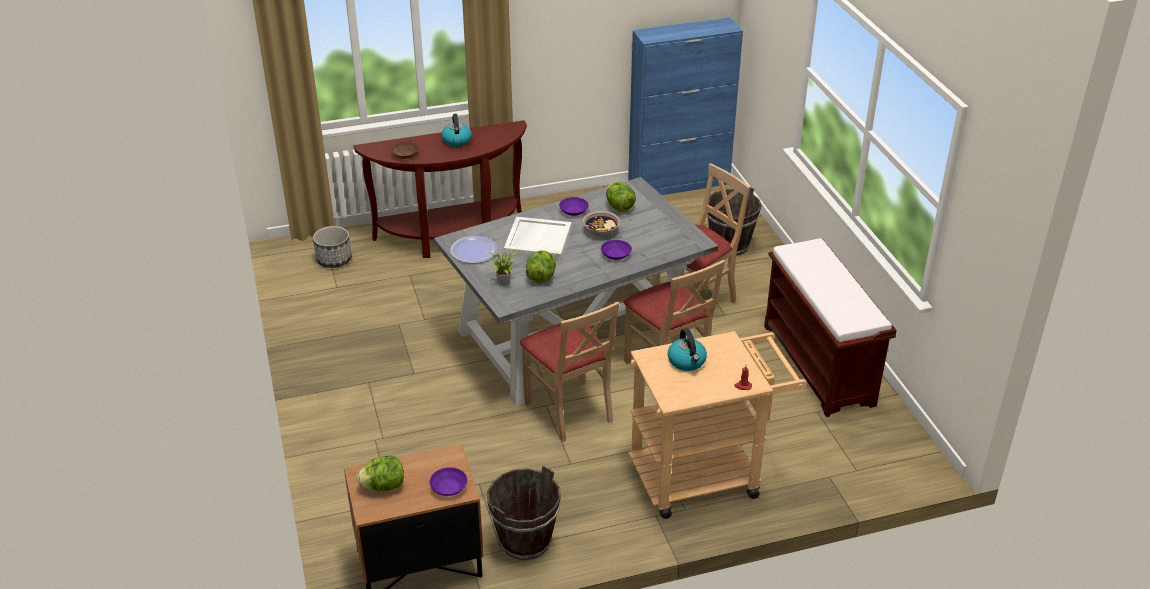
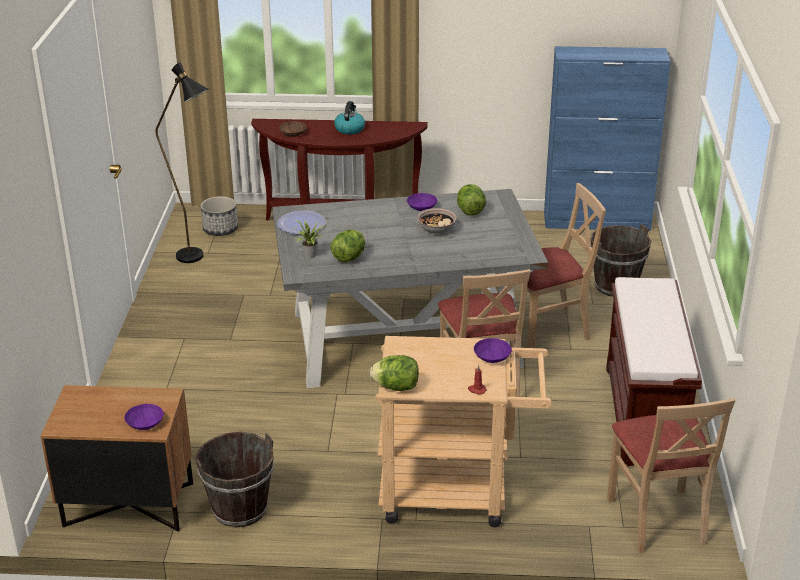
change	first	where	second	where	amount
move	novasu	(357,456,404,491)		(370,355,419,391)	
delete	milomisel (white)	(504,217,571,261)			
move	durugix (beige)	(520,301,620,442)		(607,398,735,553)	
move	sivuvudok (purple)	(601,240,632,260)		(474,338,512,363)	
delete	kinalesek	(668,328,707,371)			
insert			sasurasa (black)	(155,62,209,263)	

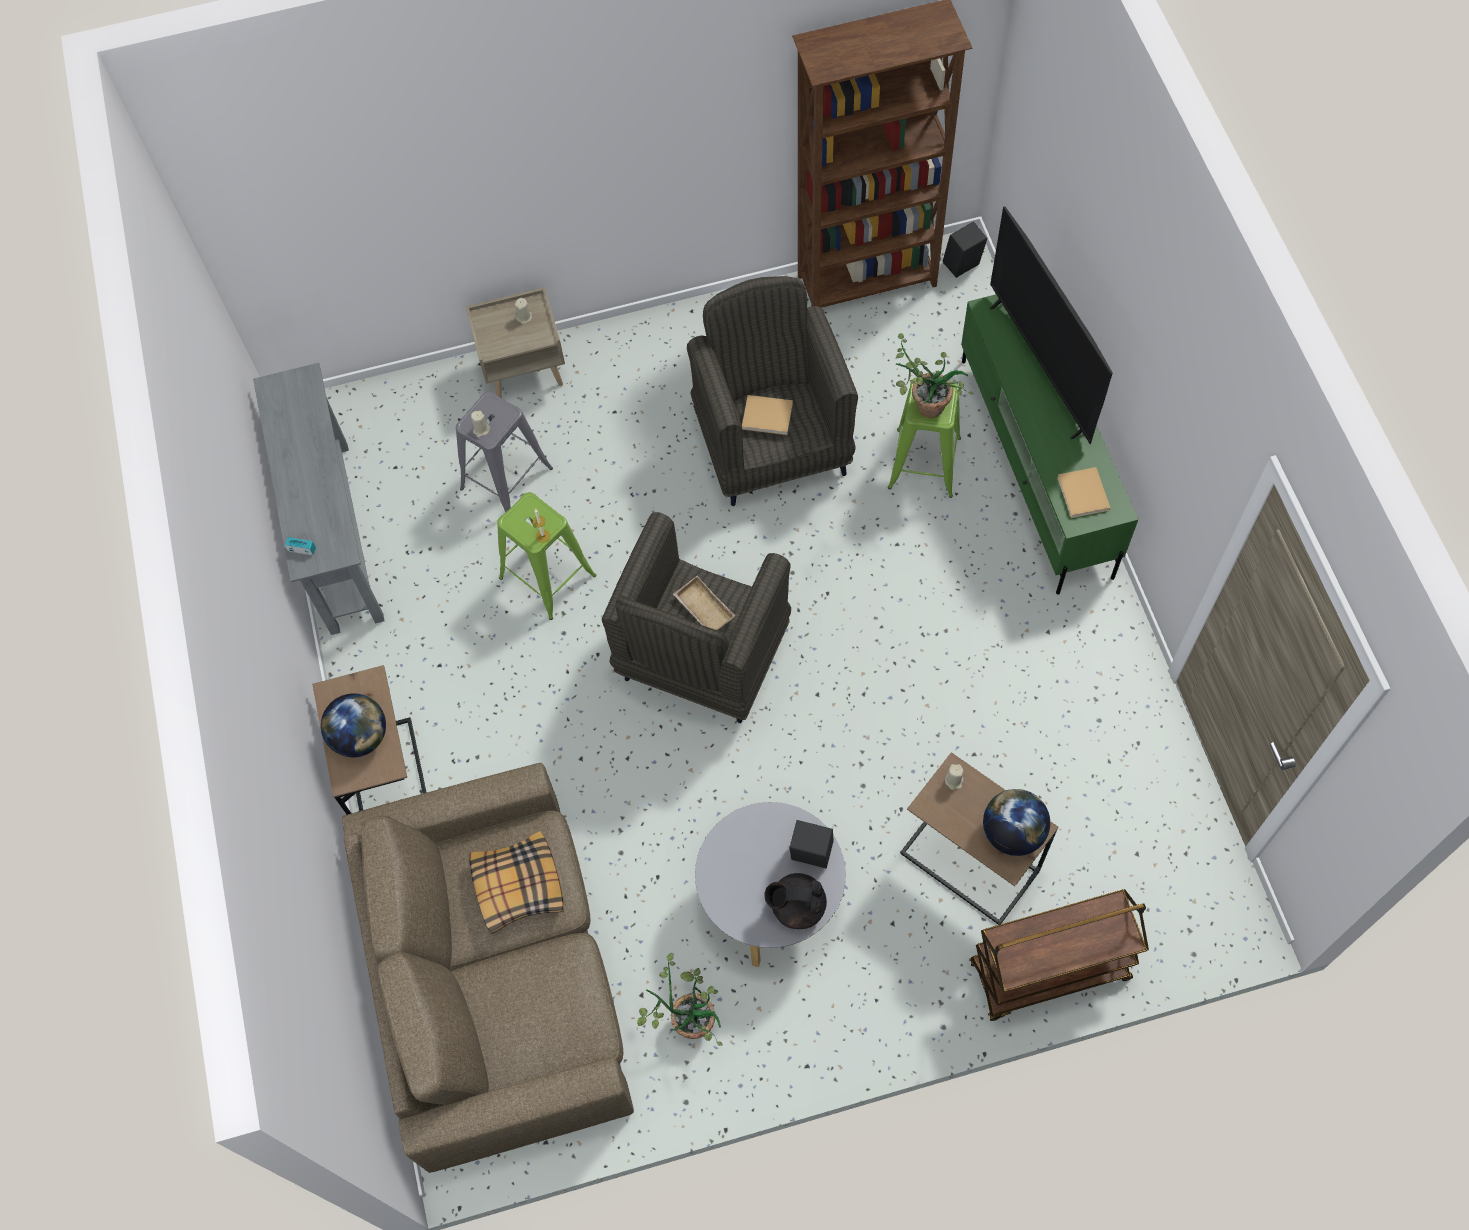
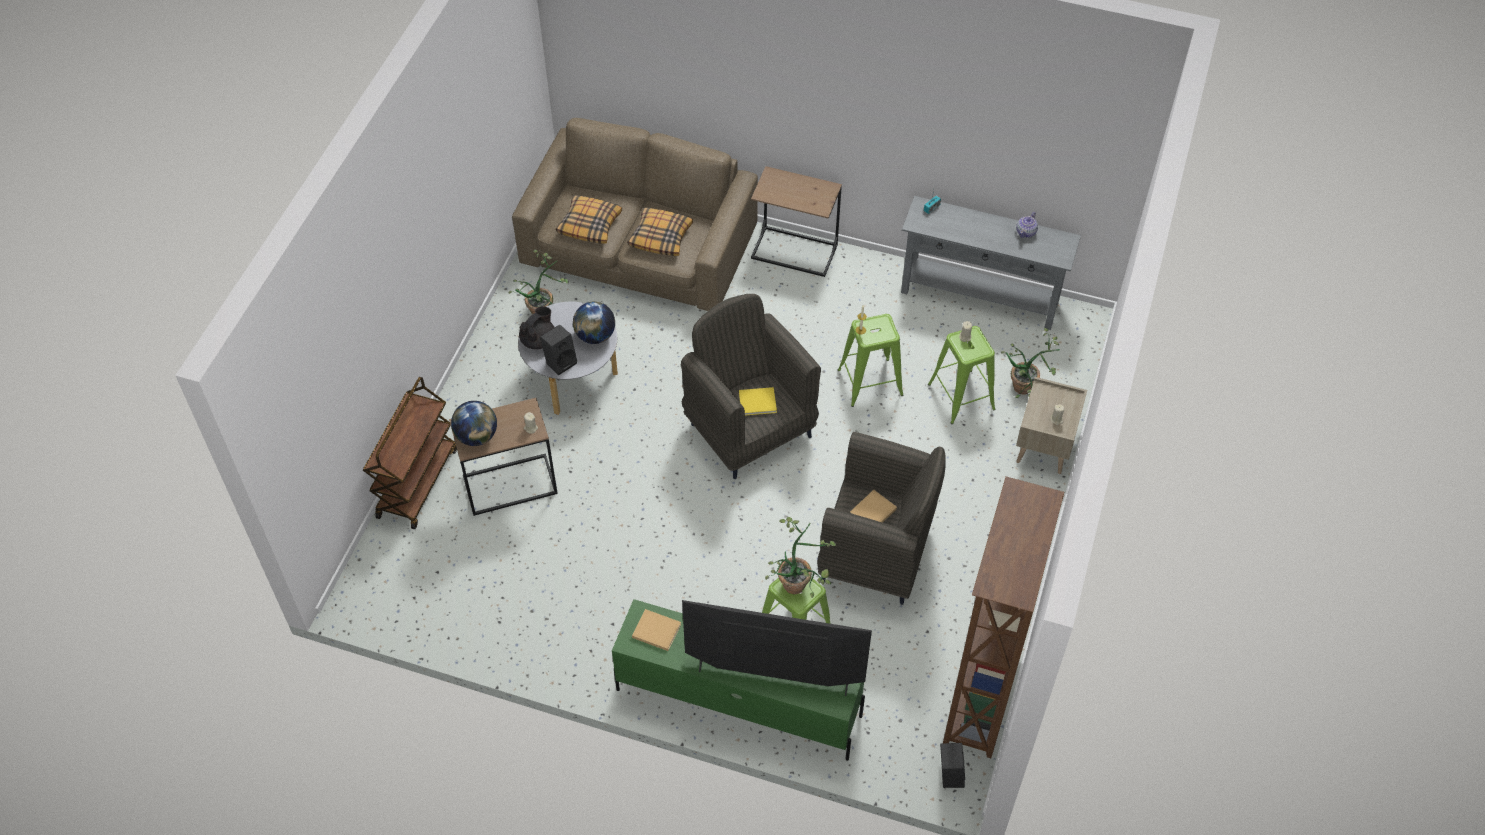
change	first	where	second	where	amount
move	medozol	(321,693,386,757)		(573,301,615,344)	
recolor	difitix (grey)	(456,392,553,512)	difitix (green)	(928,326,995,424)	
replace	milomisel (beige)	(673,576,735,630)	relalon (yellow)	(739,387,777,416)	
insert			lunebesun	(556,195,622,244)	
insert			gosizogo	(1001,328,1060,398)	
insert			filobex	(1016,212,1038,238)	

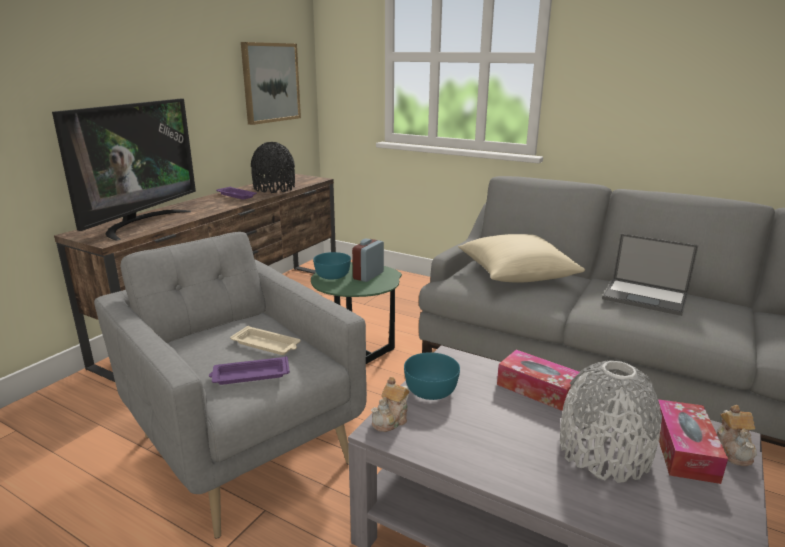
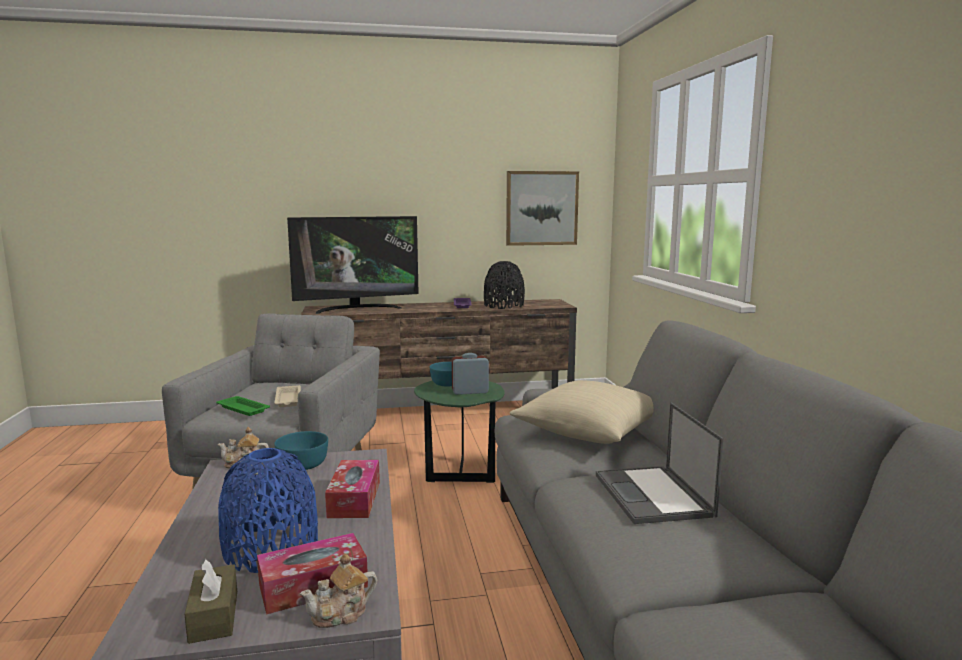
change	first	where	second	where	amount
recolor	milomisel (purple)	(209,356,290,385)	milomisel (green)	(216,396,270,416)	
recolor	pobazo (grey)	(560,360,662,483)	pobazo (blue)	(218,448,318,573)	
insert			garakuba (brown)	(184,558,237,644)	

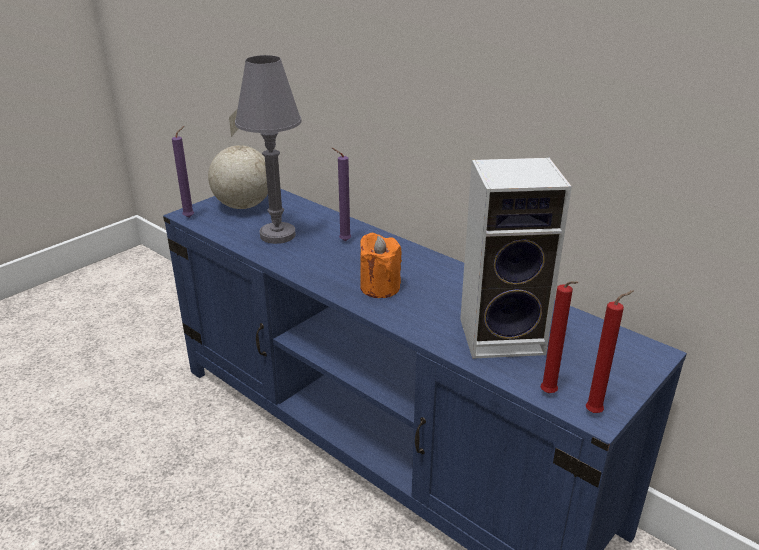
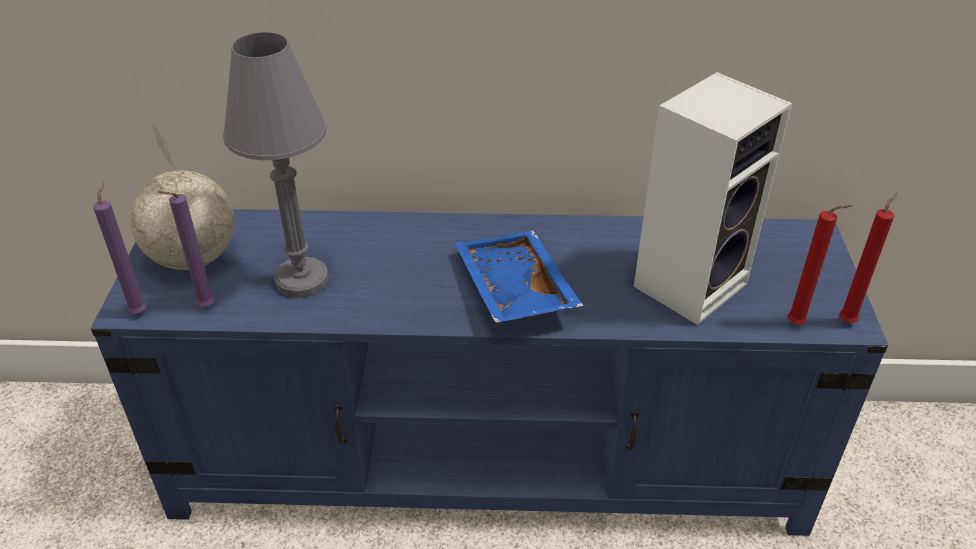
change	first	where	second	where	amount
move	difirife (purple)	(332,148,351,241)		(158,191,215,307)	
replace	difirife (orange)	(360,233,402,298)	milomisel (blue)	(455,231,583,323)	

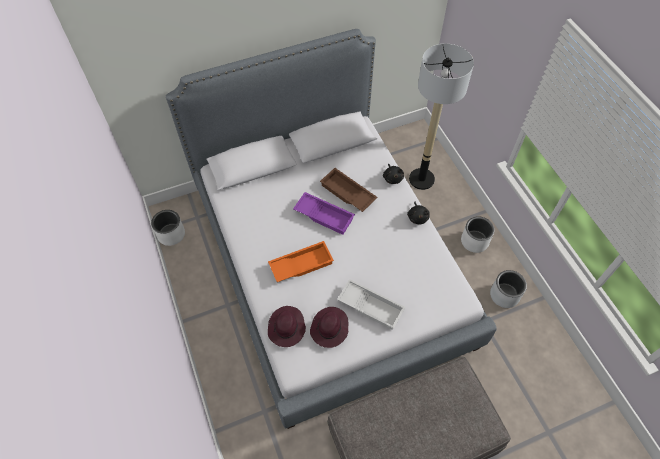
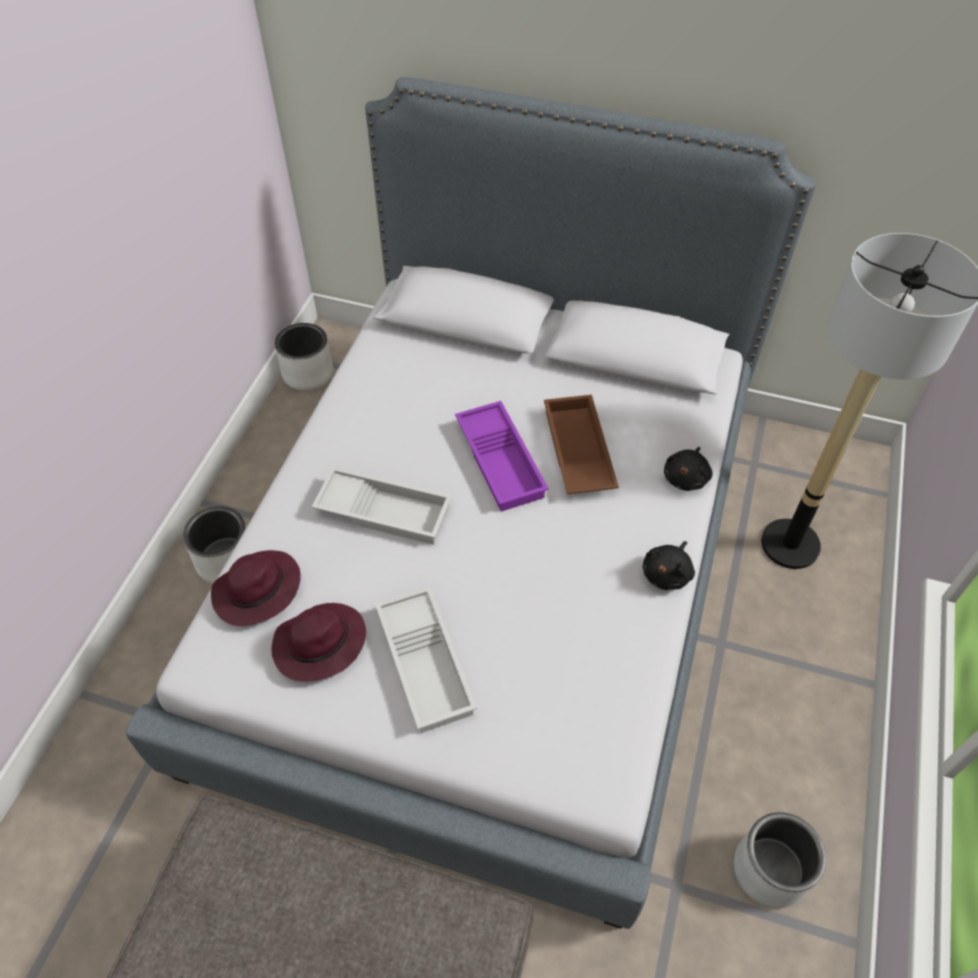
change	first	where	second	where	amount
recolor	milomisel (orange)	(268,241,334,282)	milomisel (white)	(312,467,452,545)	
move	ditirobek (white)	(461,216,495,253)		(183,506,246,584)	

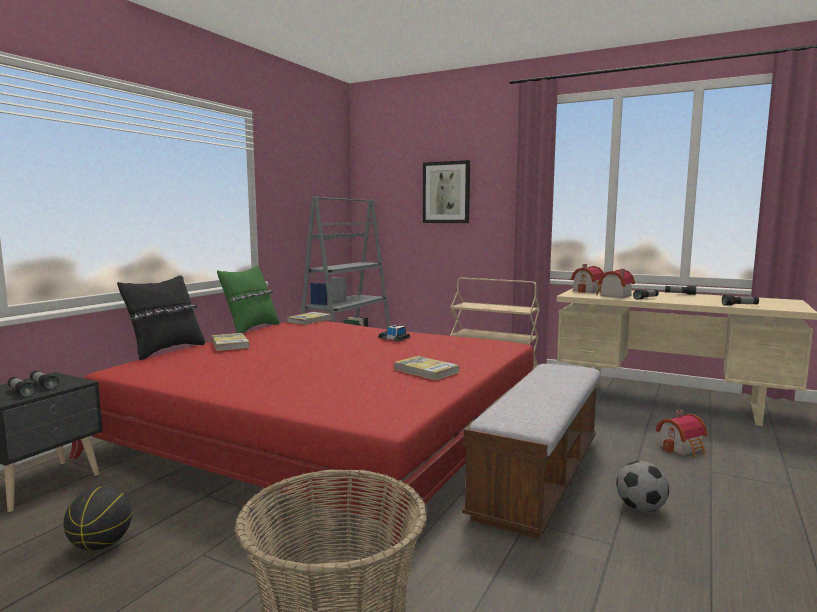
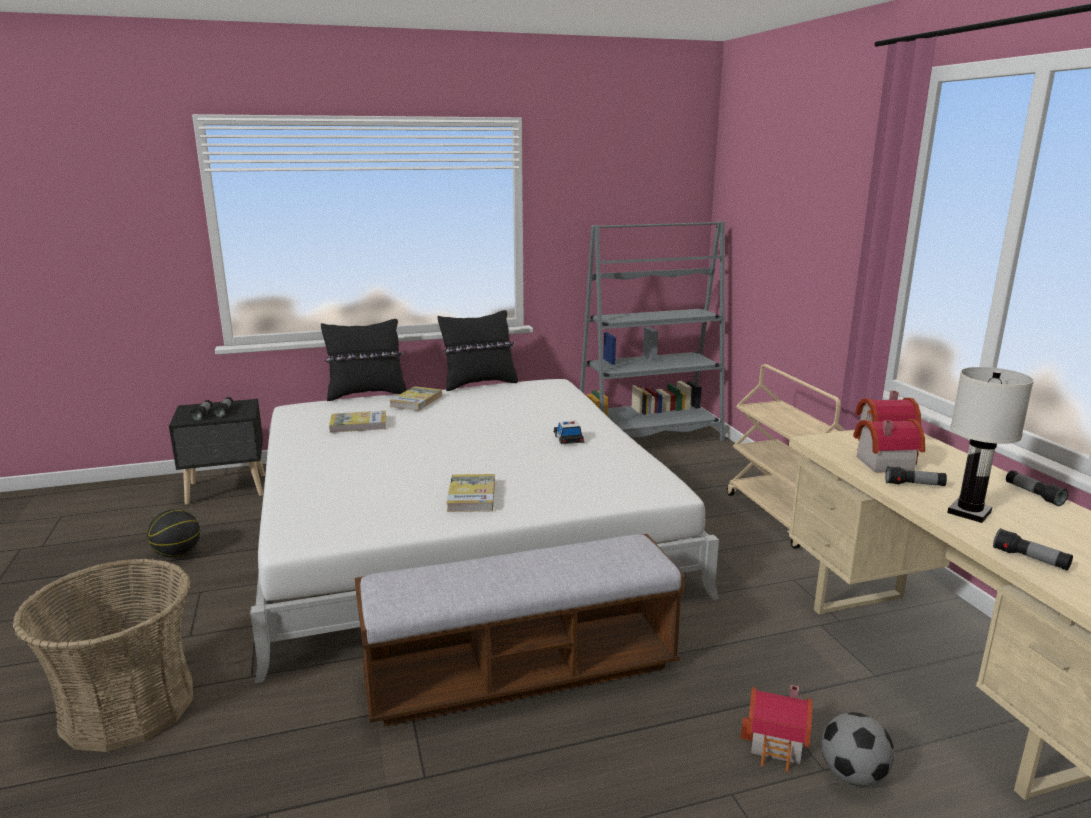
change	first	where	second	where	amount
recolor	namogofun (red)	(69,321,534,558)	namogofun (white)	(250,379,719,683)	
recolor	lunebesun (green)	(217,266,279,333)	lunebesun (black)	(438,310,518,391)	
move	relalon	(287,312,331,325)		(329,411,386,433)	
delete	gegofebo	(423,160,470,223)			
move	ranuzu	(616,461,669,512)		(821,712,894,786)	
insert			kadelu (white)	(947,367,1034,523)	

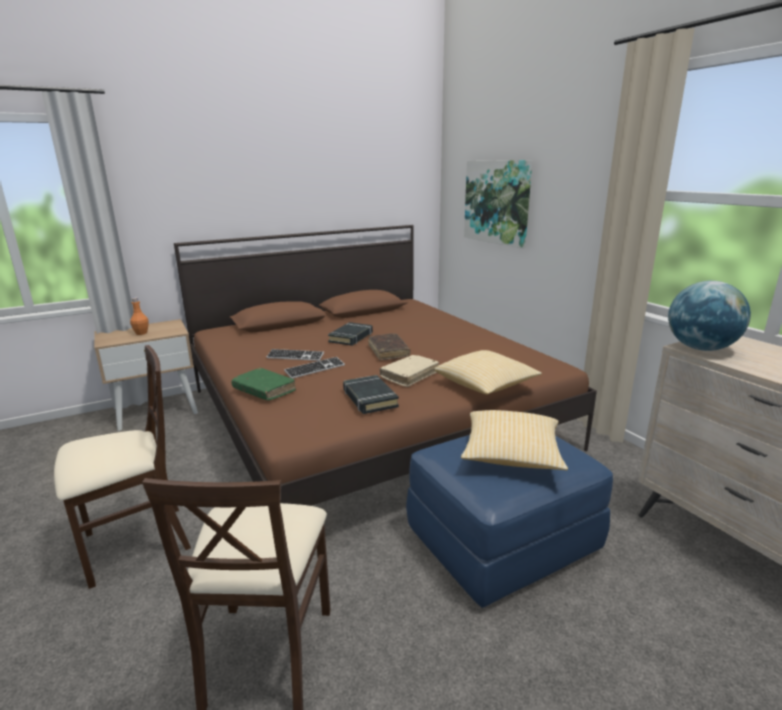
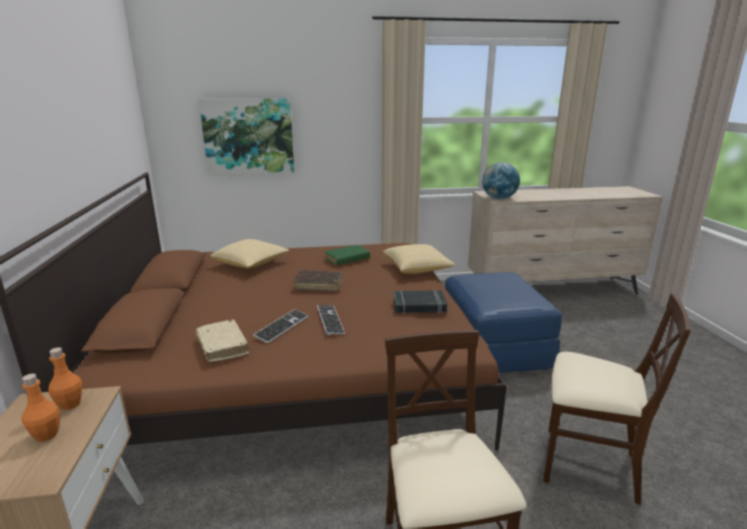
change	first	where	second	where	amount
move	relalon (green)	(231,368,296,401)		(324,245,370,265)	
delete	relalon (black)	(328,322,373,346)			
move	relalon (beige)	(380,355,439,387)		(196,319,249,362)	
move	lunebesun	(461,410,568,470)		(210,239,289,268)	
insert			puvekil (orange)	(48,347,82,410)	

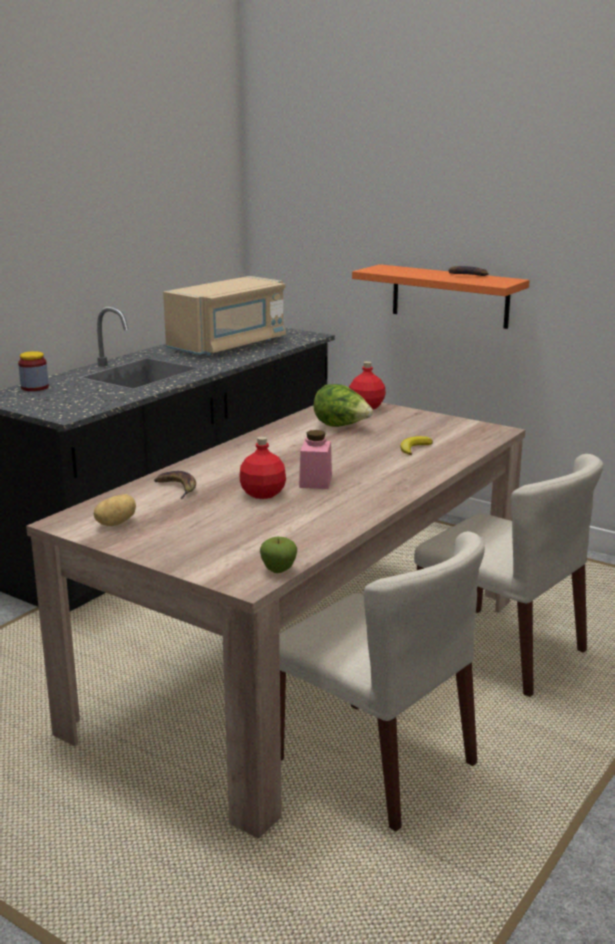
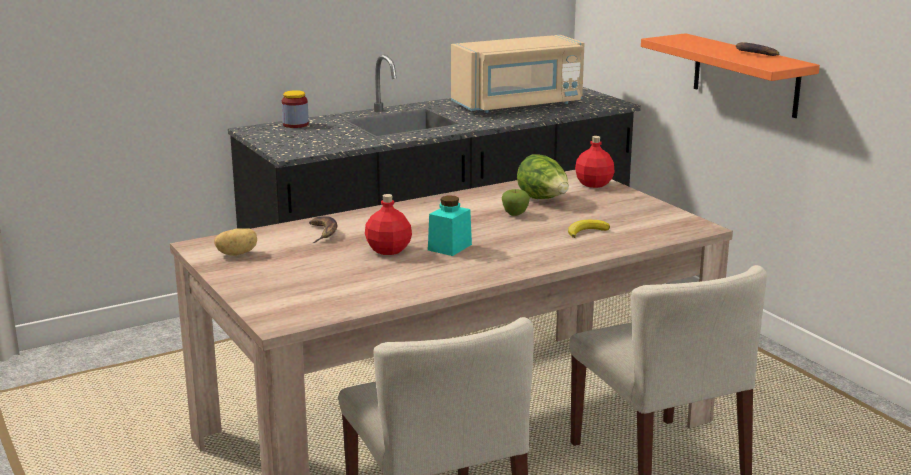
change	first	where	second	where	amount
move	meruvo	(260,537,297,573)		(502,189,530,216)	
recolor	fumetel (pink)	(299,430,332,489)	fumetel (turquoise)	(428,195,472,256)	

